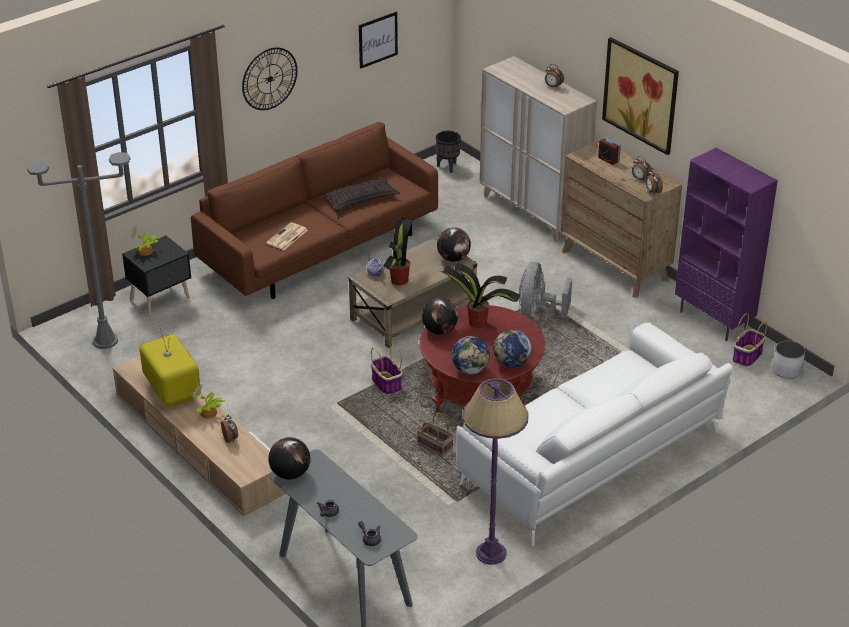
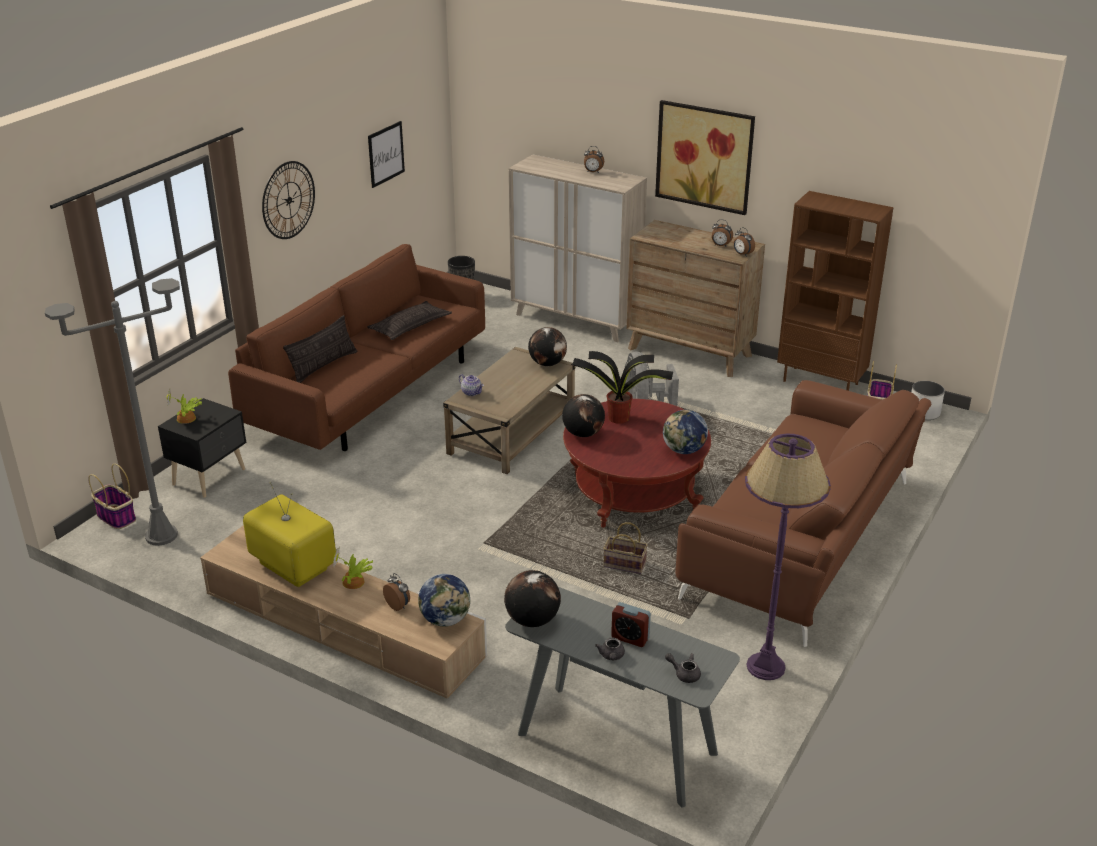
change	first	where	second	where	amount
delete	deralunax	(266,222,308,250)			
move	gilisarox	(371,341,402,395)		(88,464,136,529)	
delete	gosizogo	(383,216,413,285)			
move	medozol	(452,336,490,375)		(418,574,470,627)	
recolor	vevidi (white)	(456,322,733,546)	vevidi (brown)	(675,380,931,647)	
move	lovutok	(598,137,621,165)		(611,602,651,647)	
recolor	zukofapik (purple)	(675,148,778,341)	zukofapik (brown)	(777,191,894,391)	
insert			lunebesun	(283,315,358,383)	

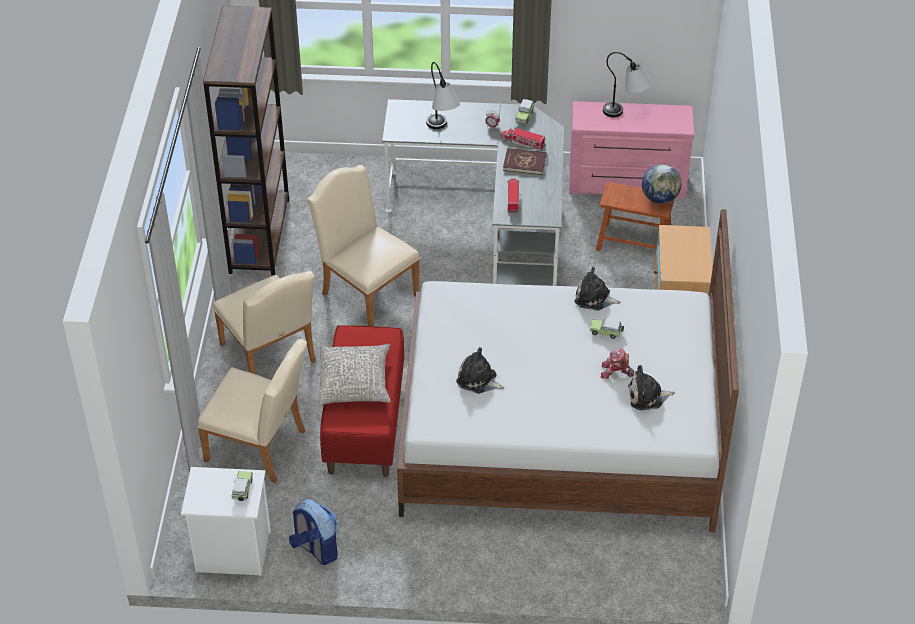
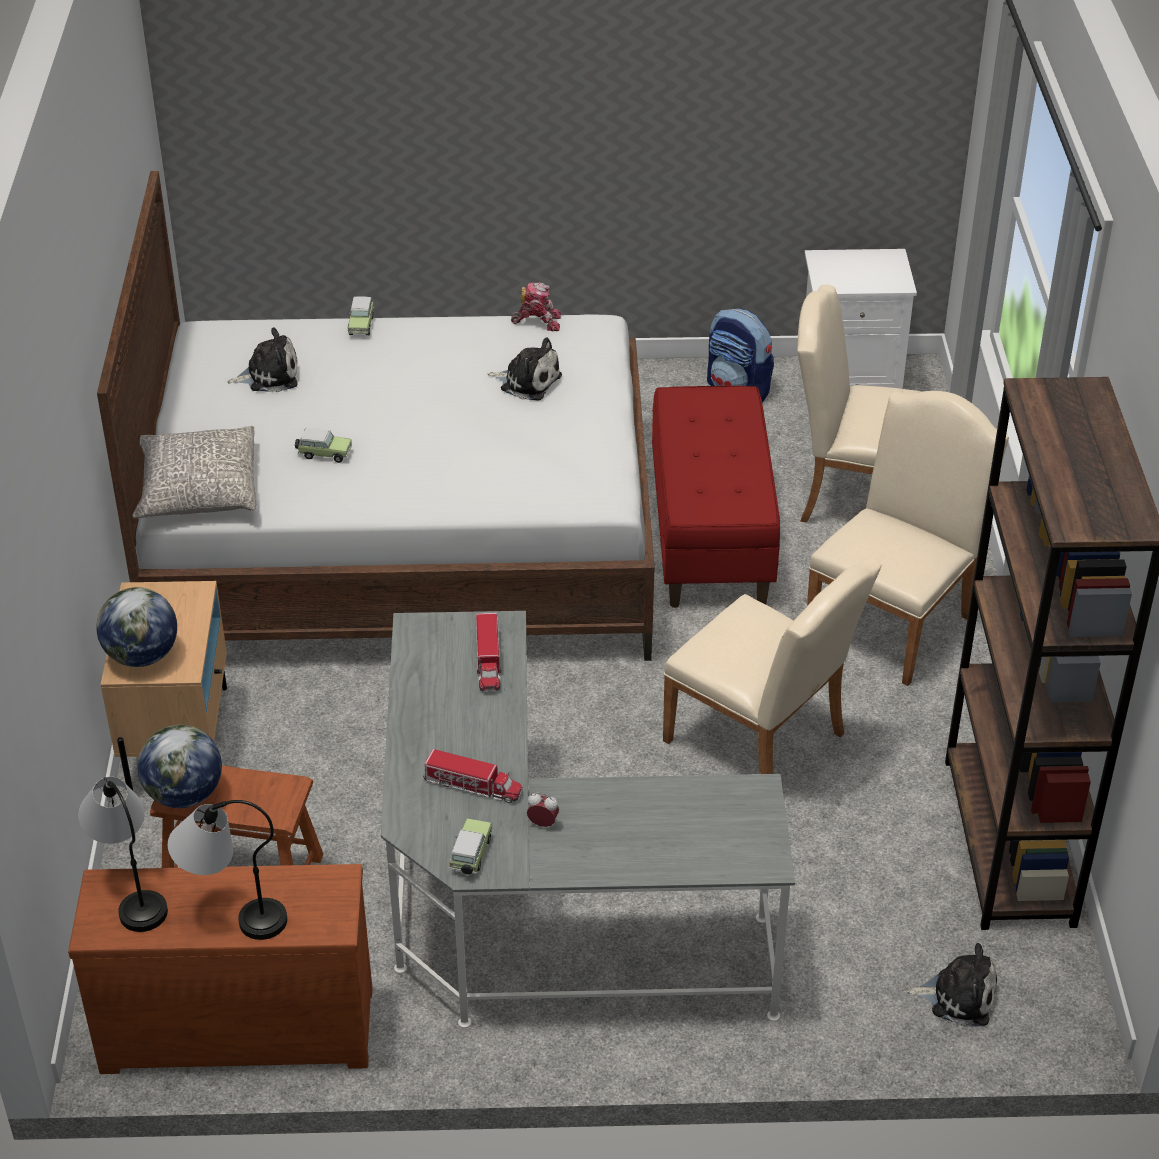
change	first	where	second	where	amount
rotate	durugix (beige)	(213,271,316,374)		(807,391,1009,686)	75 degrees clockwise
move	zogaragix	(231,471,253,501)		(348,296,374,335)	
move	lunebesun (grey)	(319,344,391,405)		(132,426,257,518)	
move	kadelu	(426,62,460,129)		(78,777,168,932)	
delete	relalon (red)	(503,148,547,175)			
recolor	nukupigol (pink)	(569,101,694,198)	nukupigol (brown)	(68,864,373,1074)	
move	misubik	(574,267,621,311)		(907,943,997,1026)	
move	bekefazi	(601,348,634,379)		(511,282,561,331)	
insert			medozol	(96,587,177,667)	

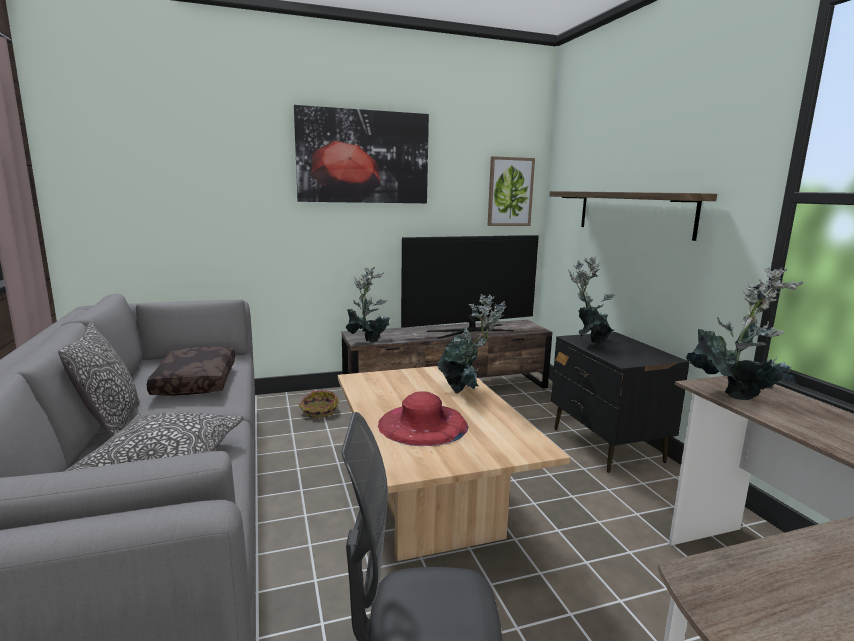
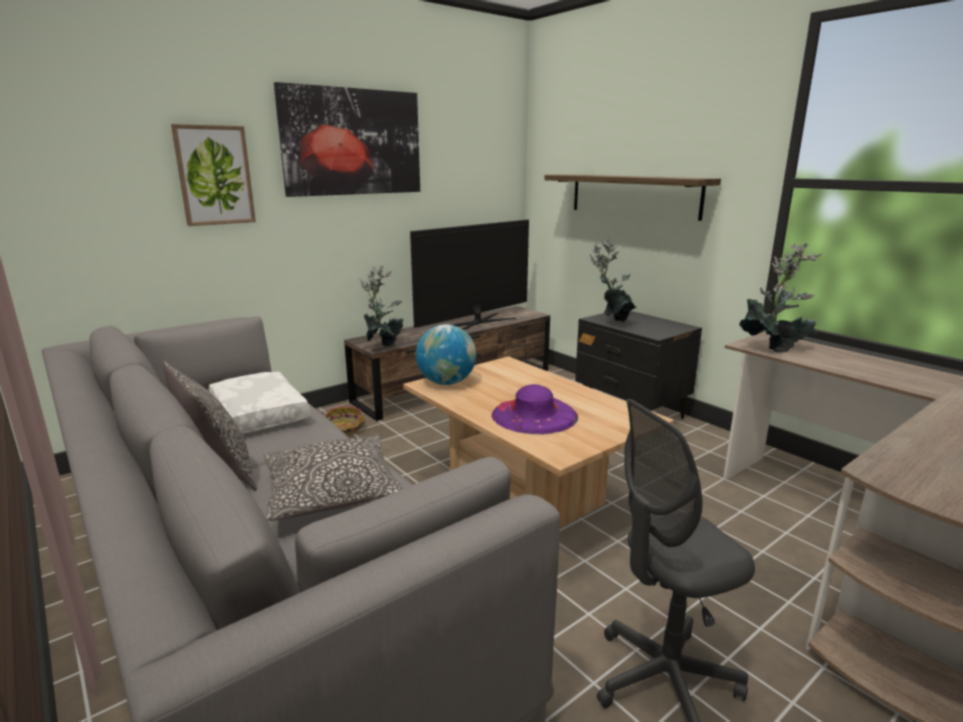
change	first	where	second	where	amount
recolor	lunebesun (brown)	(147,347,235,396)	lunebesun (white)	(209,372,310,433)	
recolor	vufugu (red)	(378,392,468,446)	vufugu (purple)	(492,384,578,435)	
delete	gosizogo	(437,294,505,394)			
move	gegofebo	(488,156,535,226)		(171,124,256,226)	
insert			medozol	(416,324,476,385)	

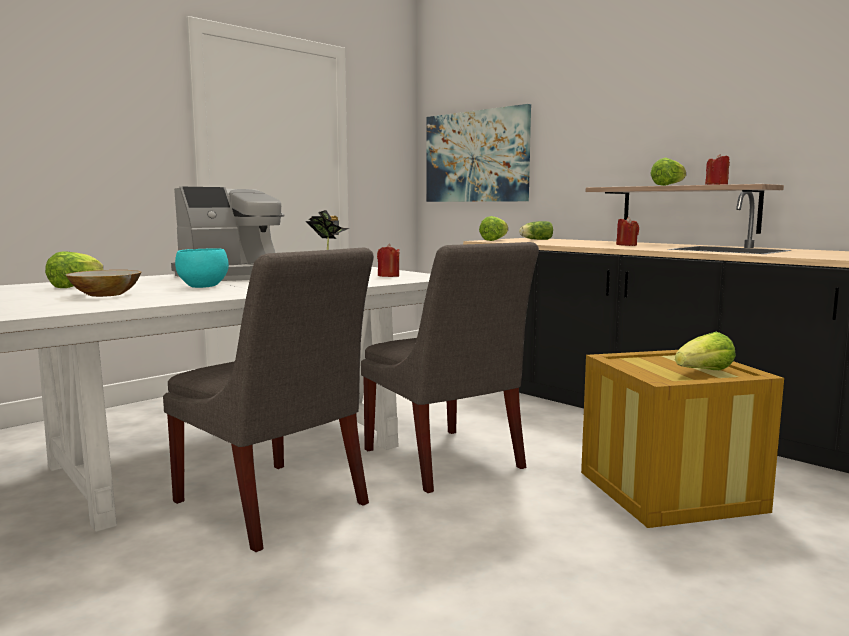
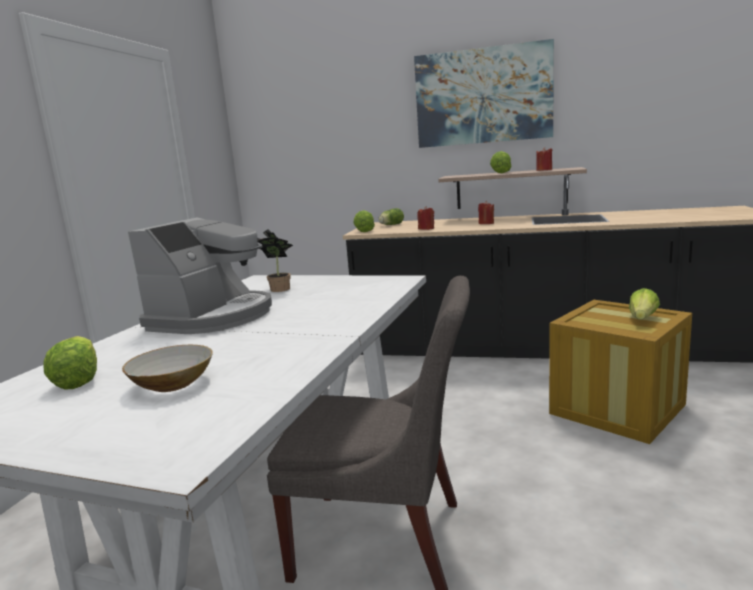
change	first	where	second	where	amount
delete	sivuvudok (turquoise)	(175,248,229,288)			
delete	durugix (grey)	(361,242,539,493)			
move	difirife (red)	(377,244,400,277)		(417,206,434,230)	
move	gegofebo	(426,104,531,202)		(414,39,554,148)	

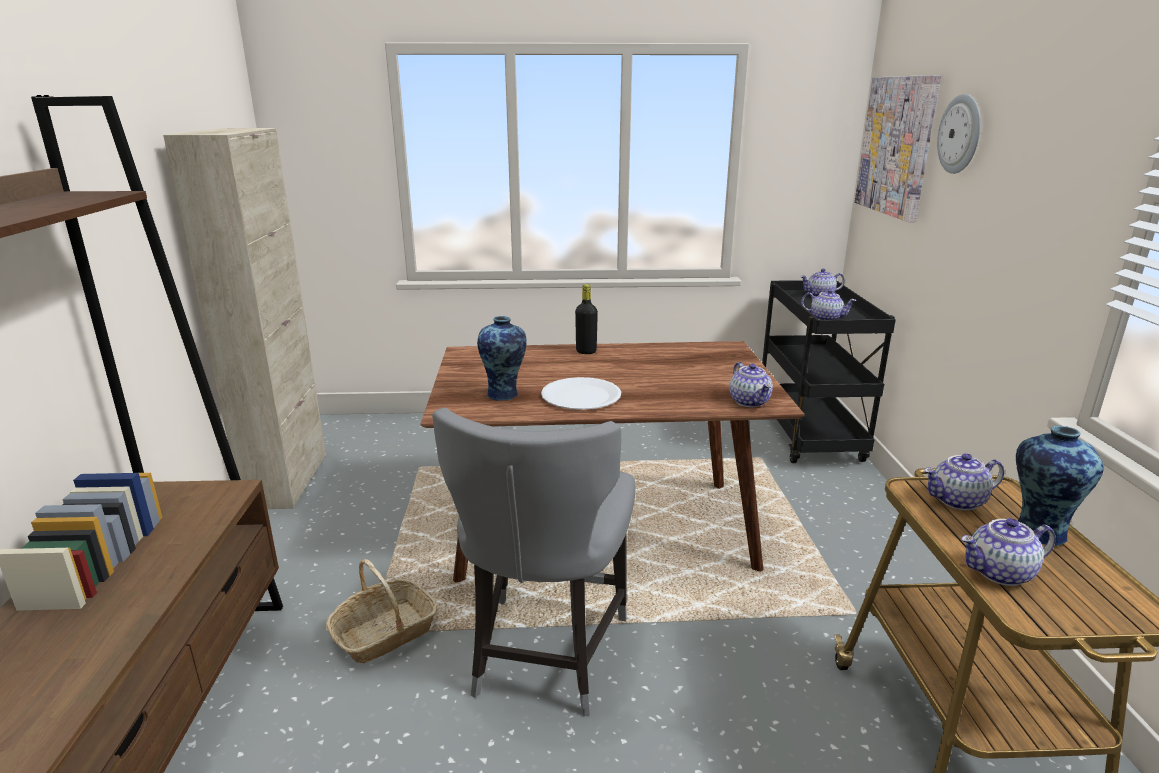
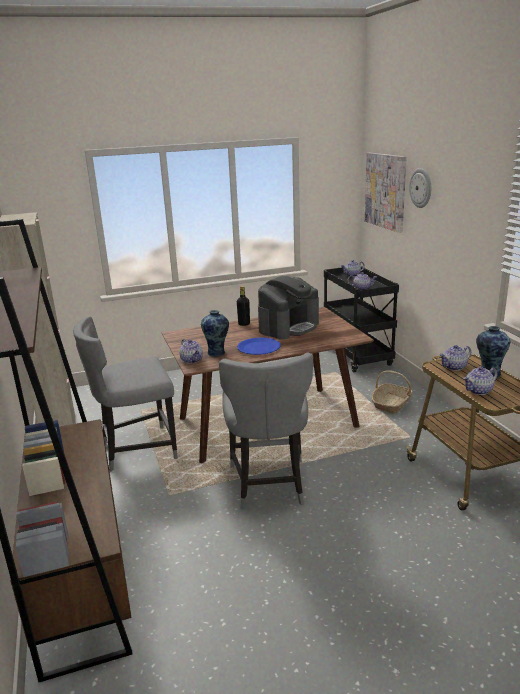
change	first	where	second	where	amount
move	gilisarox	(326,559,438,663)		(372,370,413,413)	
recolor	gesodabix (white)	(541,377,621,410)	gesodabix (blue)	(237,337,281,355)	
move	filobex	(730,362,773,407)		(179,339,203,364)	
insert			durugix (grey)	(73,317,178,471)	
insert			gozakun	(258,276,319,340)	

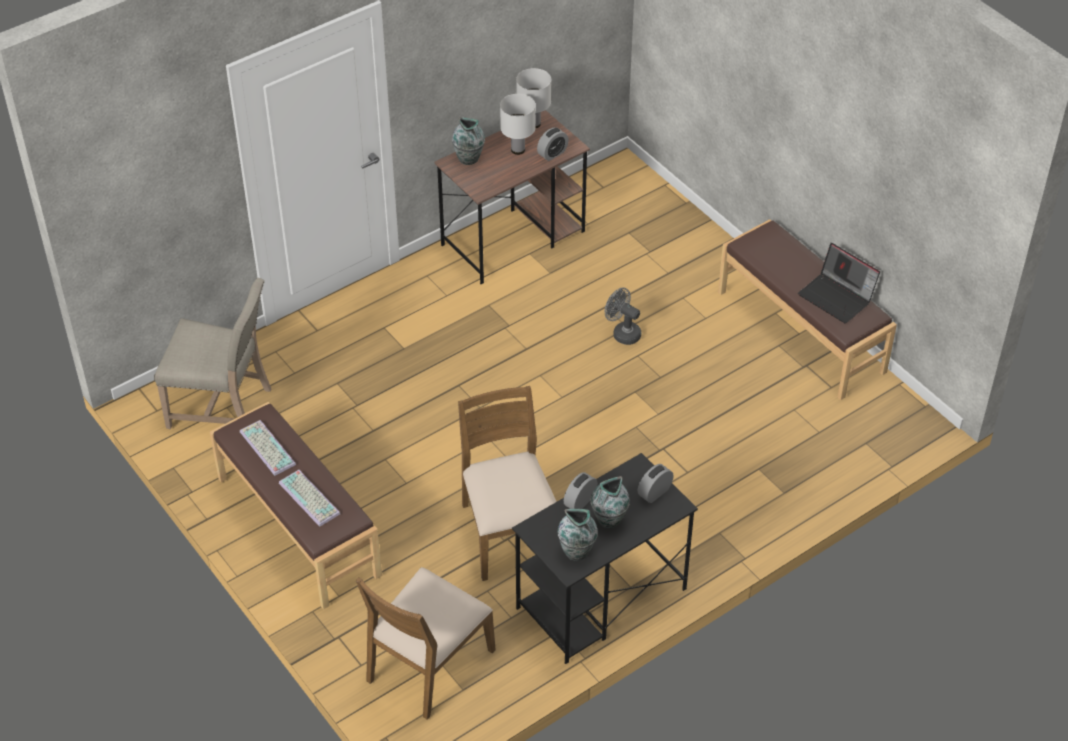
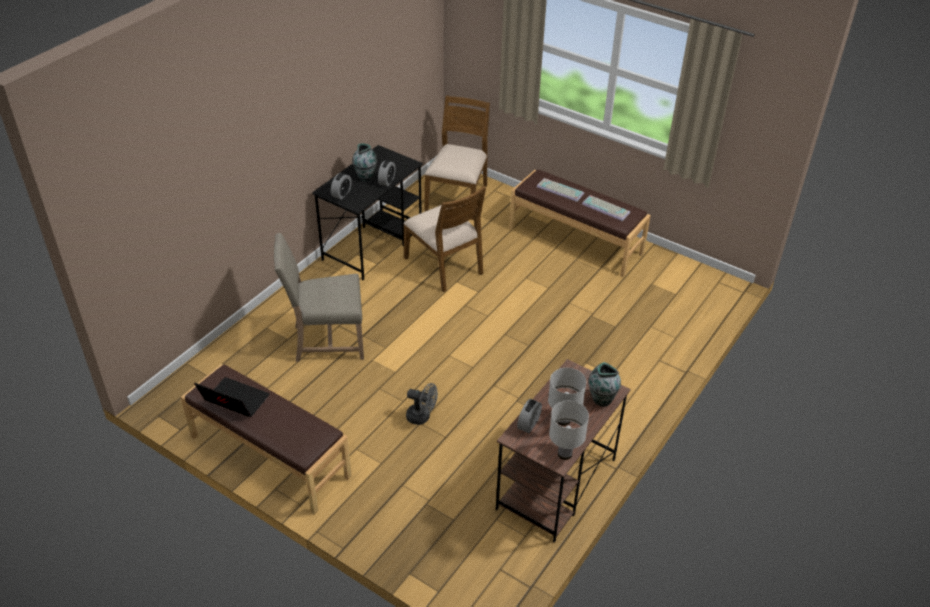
change	first	where	second	where	amount
move	durugix (beige)	(154,278,272,429)		(274,233,364,362)	
delete	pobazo	(558,509,598,561)			

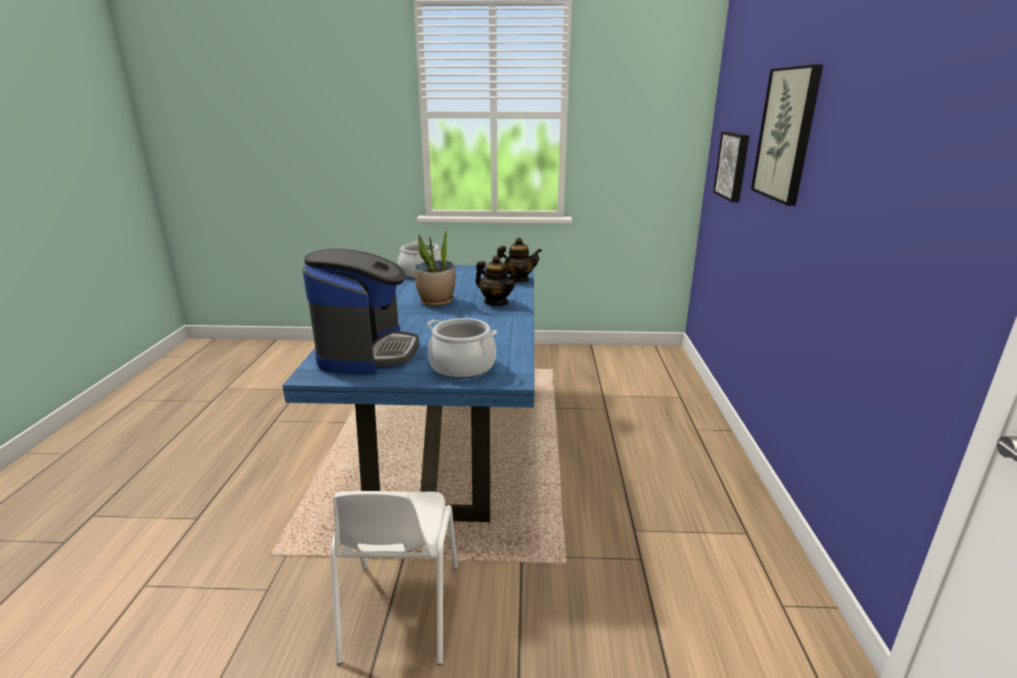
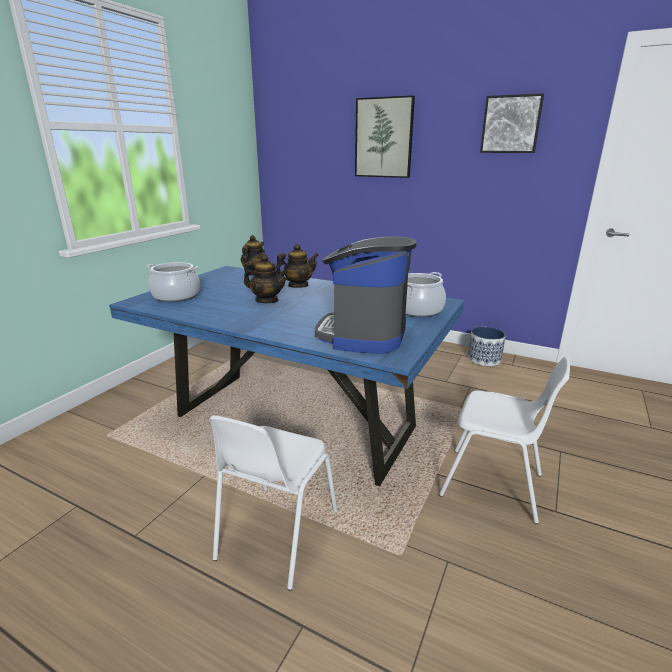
change	first	where	second	where	amount
rotate	gozakun	(302,249,419,374)		(315,237,417,354)	105 degrees counterclockwise
replace	gosizogo	(413,227,455,306)	filobex	(244,255,288,303)	
move	gegofebo	(713,132,749,202)		(480,93,544,153)	
insert			durugix (white)	(209,415,338,591)	
insert			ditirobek	(468,327,506,366)	

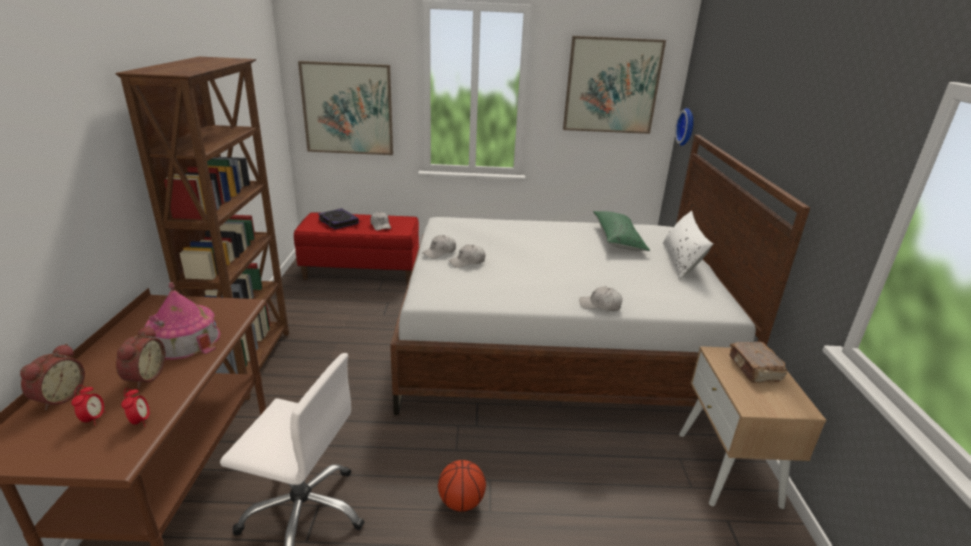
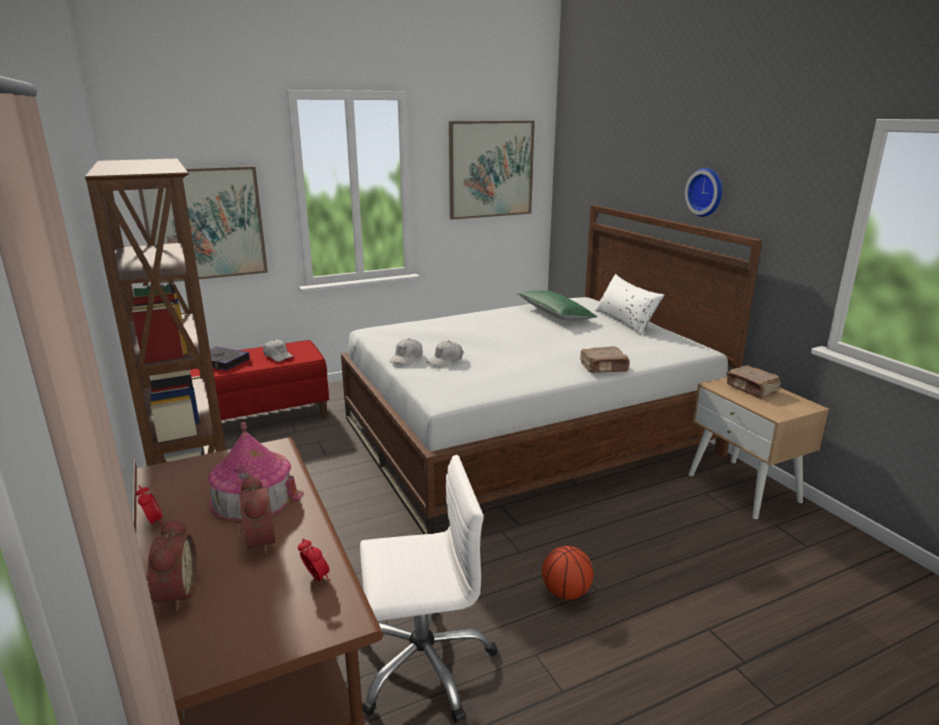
change	first	where	second	where	amount
move	lovutok	(71,385,106,425)		(136,485,163,526)	
replace	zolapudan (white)	(579,286,623,311)	relalon (brown)	(580,346,629,373)	
move	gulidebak	(675,108,693,146)		(685,168,722,217)	

